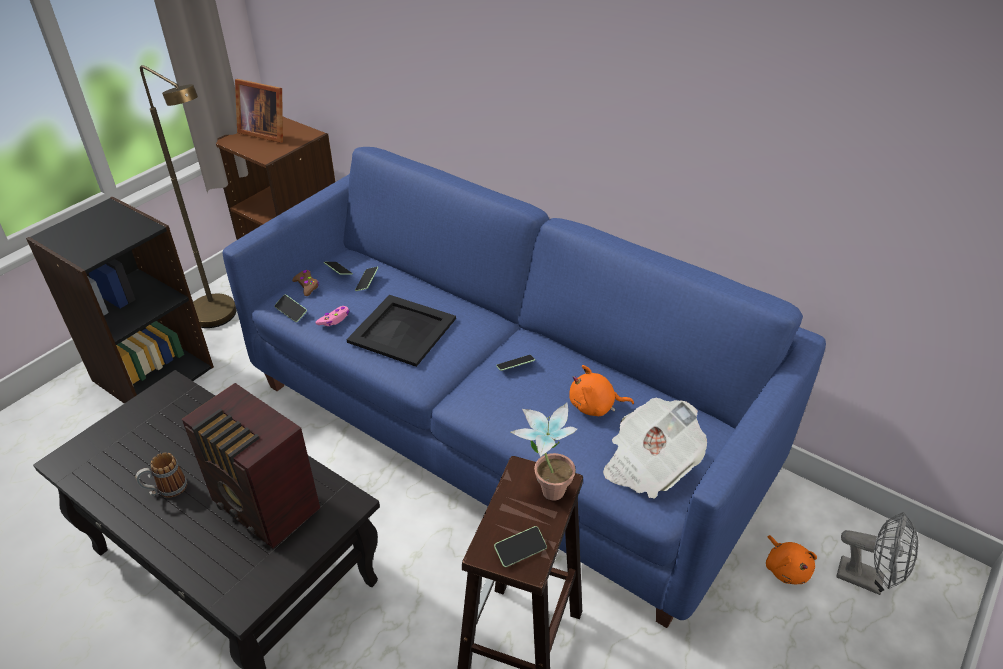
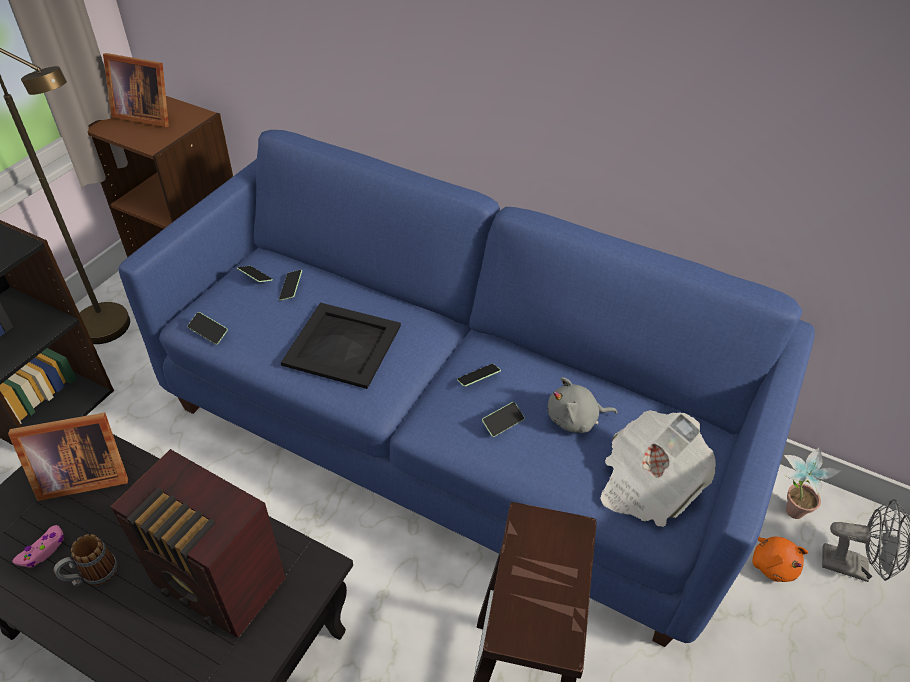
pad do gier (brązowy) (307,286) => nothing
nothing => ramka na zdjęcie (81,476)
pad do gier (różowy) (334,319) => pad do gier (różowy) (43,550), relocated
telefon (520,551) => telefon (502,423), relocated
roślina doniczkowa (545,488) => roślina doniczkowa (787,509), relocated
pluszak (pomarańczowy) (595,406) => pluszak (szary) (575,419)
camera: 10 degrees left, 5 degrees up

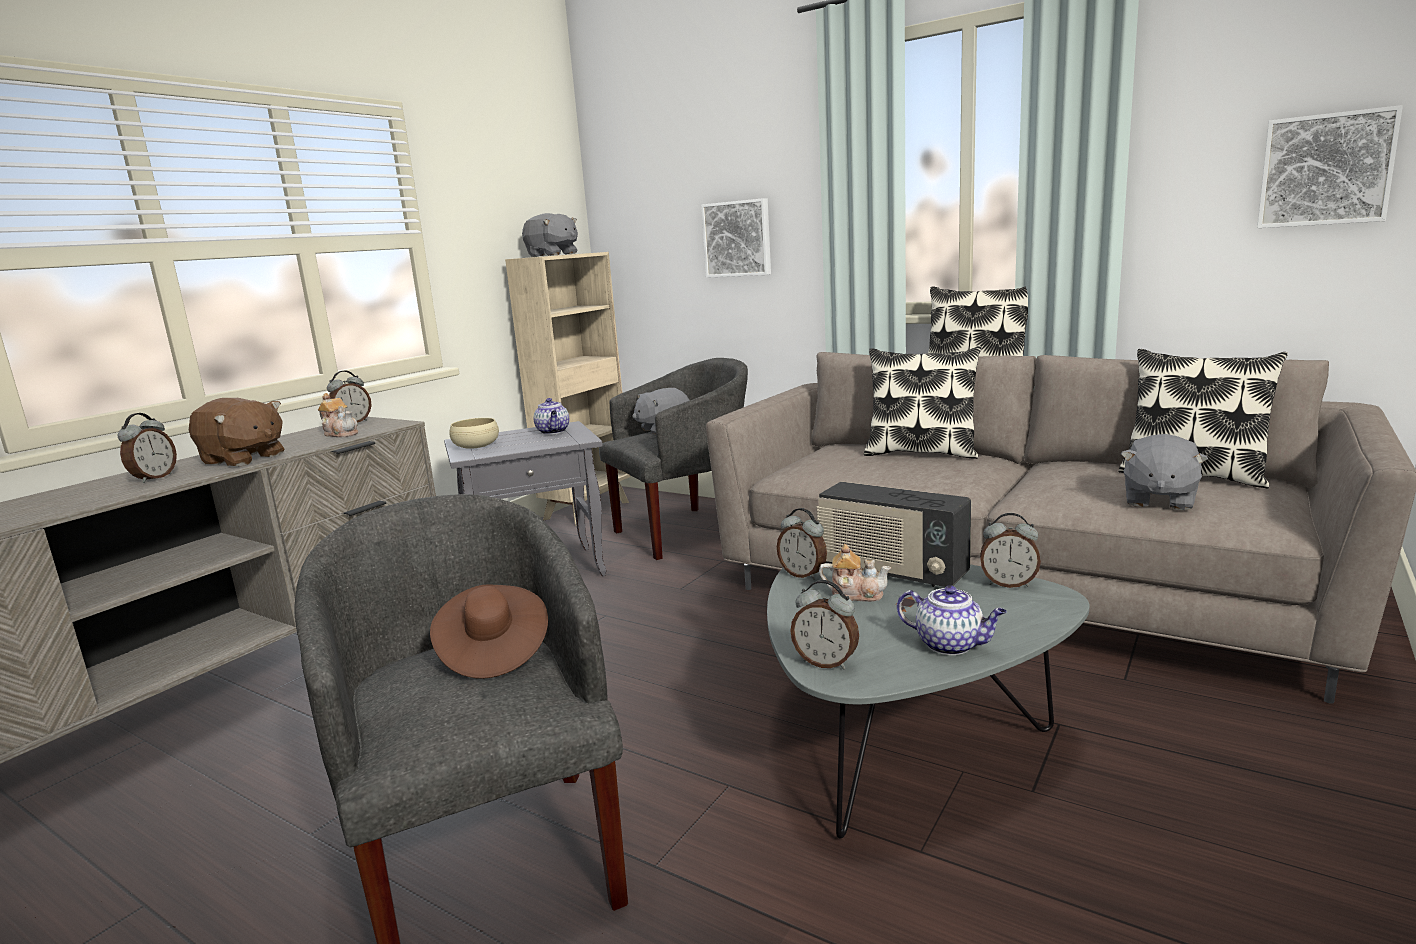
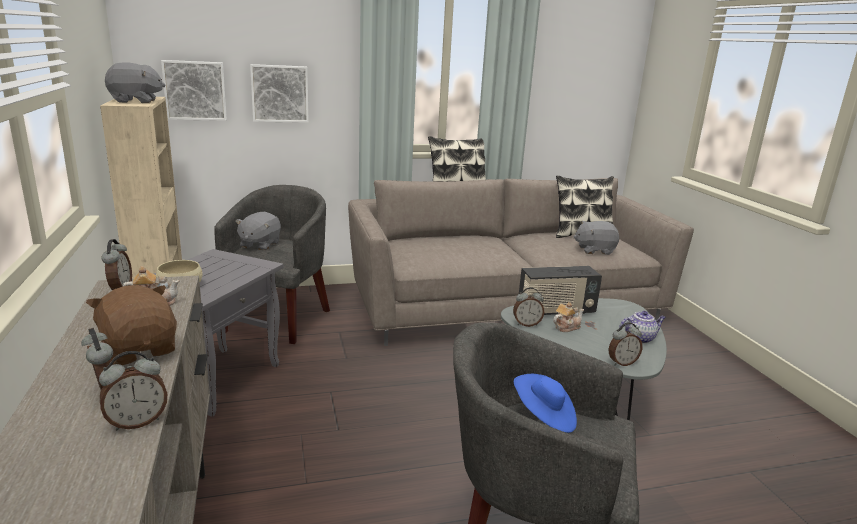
imbryk (553,432) => nothing
poduszka (921,452) => nothing
budzik (1008,584) => budzik (137,422), relocated
obraz (1325,170) => obraz (195,90), relocated
kapelusz (brązowy) (492,653) => kapelusz (niebieski) (544,417)
pluszak (brązowy) (243,459) => pluszak (brązowy) (140,349), 105 degrees counterclockwise
pluszak (szary) (1158,500) => pluszak (szary) (594,250), 105 degrees clockwise
camera: 50 degrees left, 5 degrees up

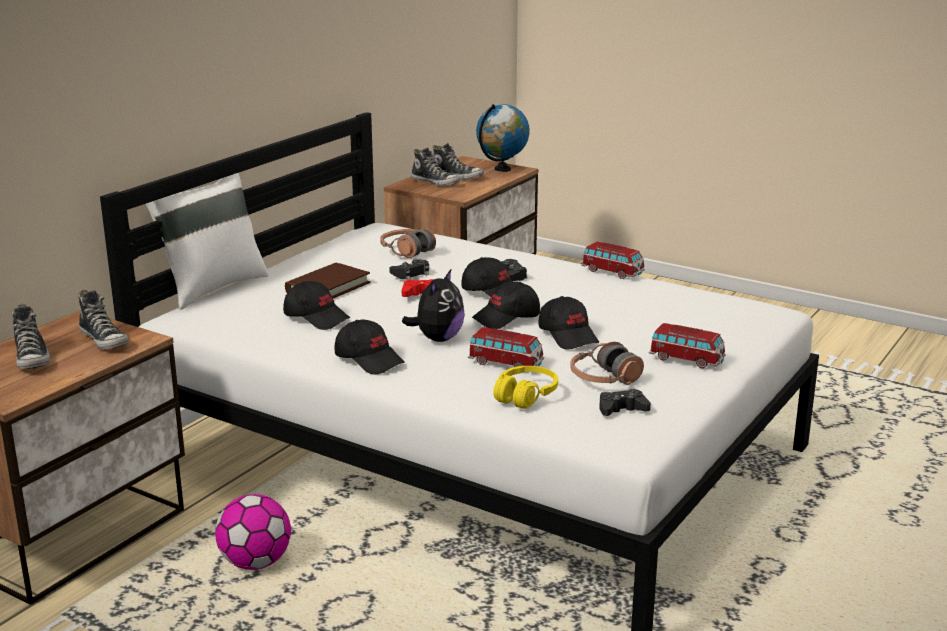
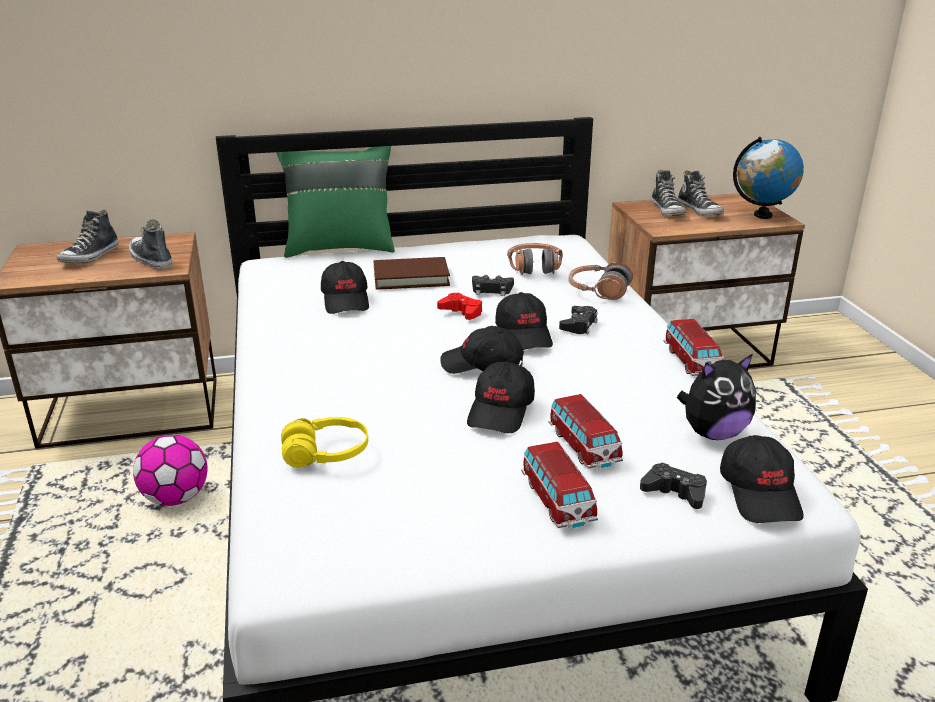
czapka z daszkiem (czarny) (369,360) => czapka z daszkiem (czarny) (761,494), relocated
pluszak (438,338) => pluszak (713,433), relocated
samochodzik (505,363) => samochodzik (583,447), relocated
słuchawki (604,379) => słuchawki (598,291), relocated
pad do gier (czarny) (622,409) => pad do gier (czarny) (675,492), relocated
poduszka (biały) (212,287) => poduszka (zielony) (340,248)
but (104,340) => but (151,259), 135 degrees clockwise
camera: 45 degrees right, 5 degrees up

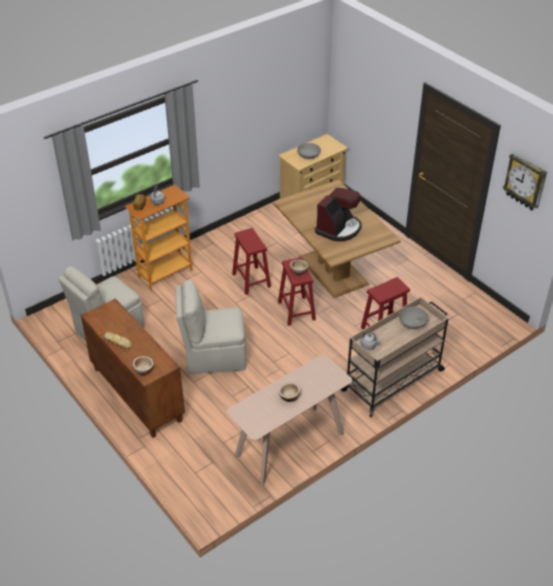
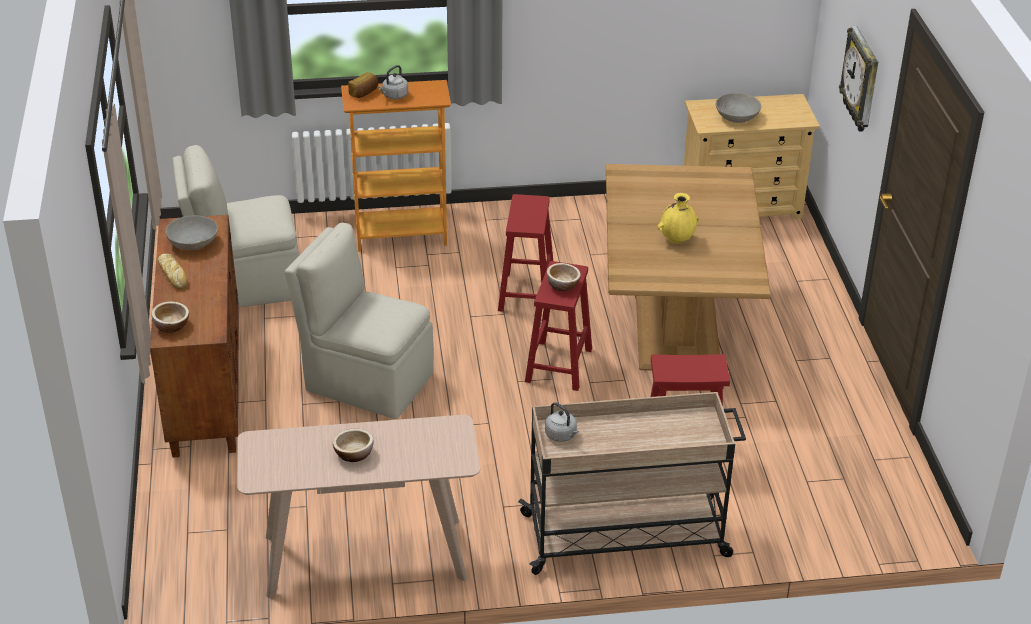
miska (szary) (412,323) => miska (szary) (193,242), relocated
zegar ścienny (525,182) => zegar ścienny (862,80), relocated
ekspres do kawy (339,228) => wazon (żółty) (677,240)
camera: 30 degrees right, 5 degrees down

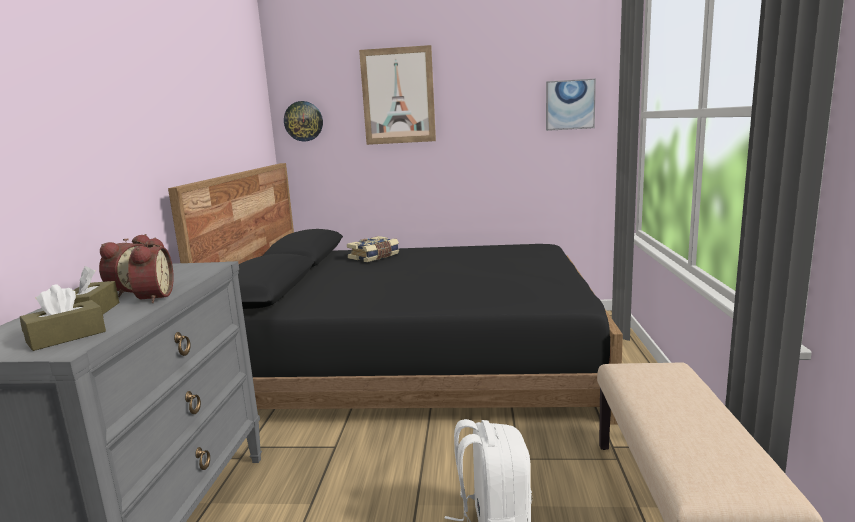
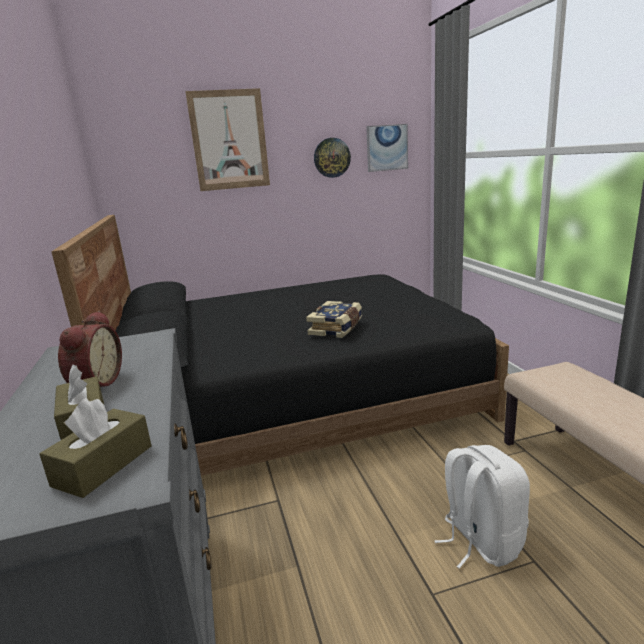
budzik (152,297) => nothing
zegar ścienny (303,121) => zegar ścienny (332,157), relocated
książka (374,257) => książka (337,328), relocated
camera: 20 degrees left, 5 degrees up

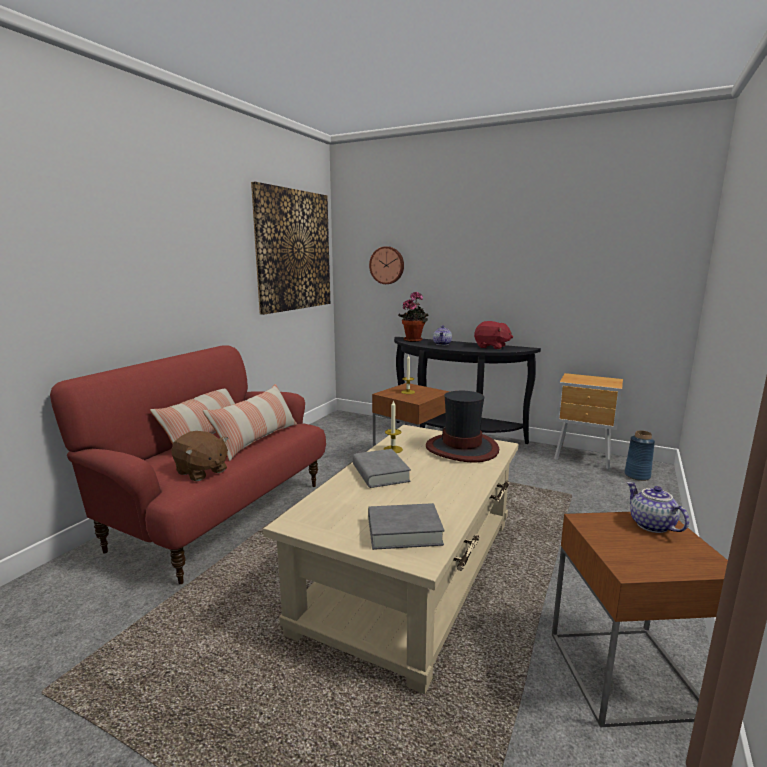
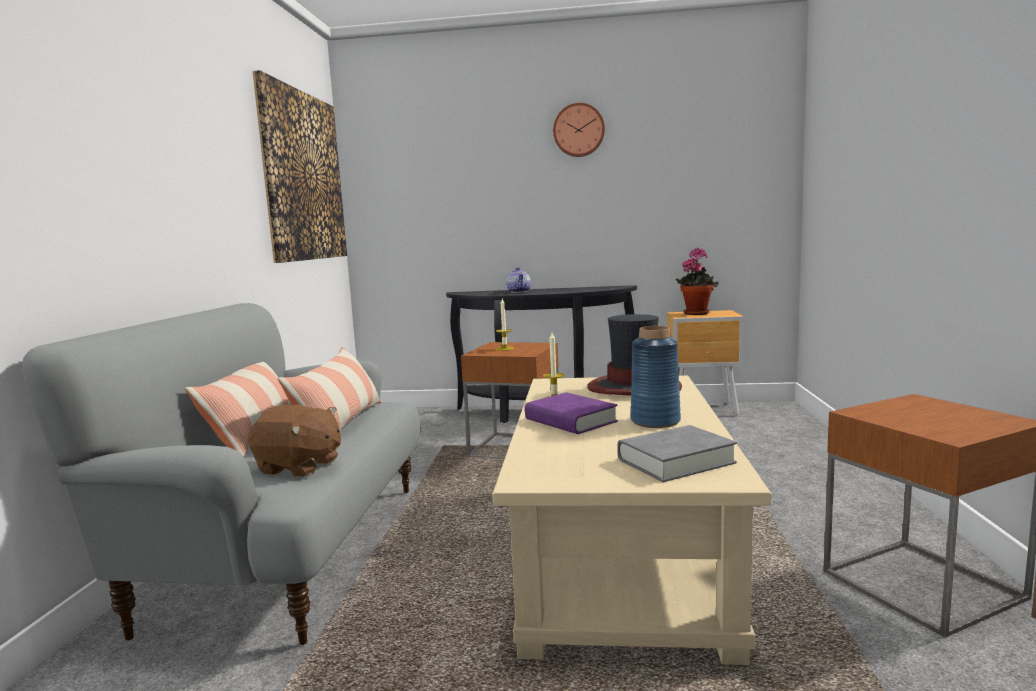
pluszak (czerwony) (491,347) => nothing
imbryk (650,525) => nothing
zegar ścienny (387,265) => zegar ścienny (578,130), relocated
roślina doniczkowa (414,340) => roślina doniczkowa (696,313), relocated
wazon (niebieski) (637,476) => wazon (niebieski) (655,421), relocated
kanapa (czerwony) (218,514) => kanapa (szary) (288,551)
książka (szary) (380,473) => książka (fioletowy) (570,421)
camera: 20 degrees left, 5 degrees down

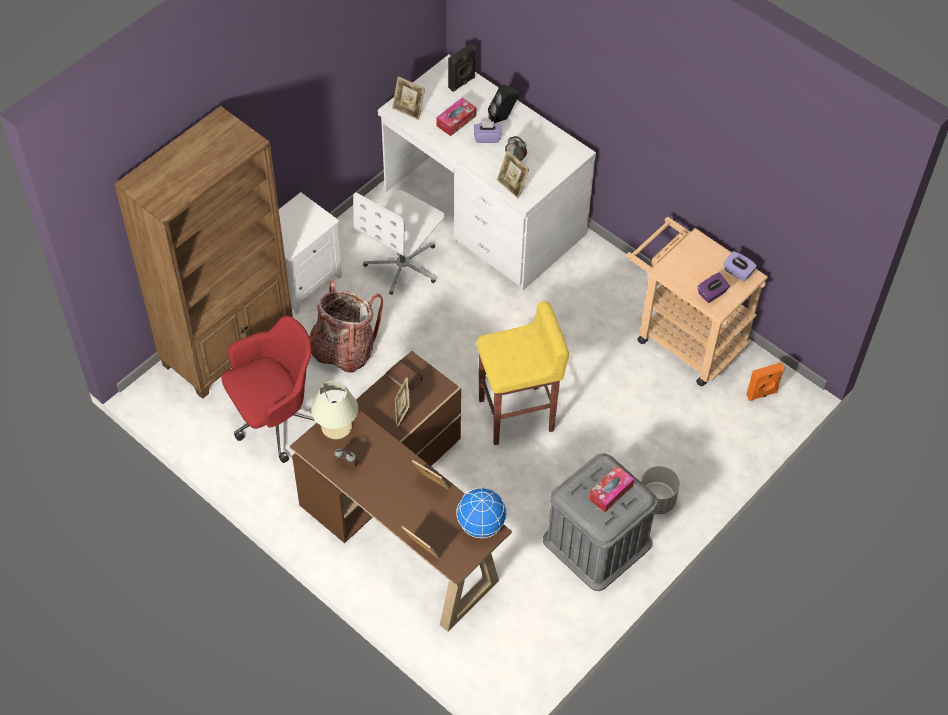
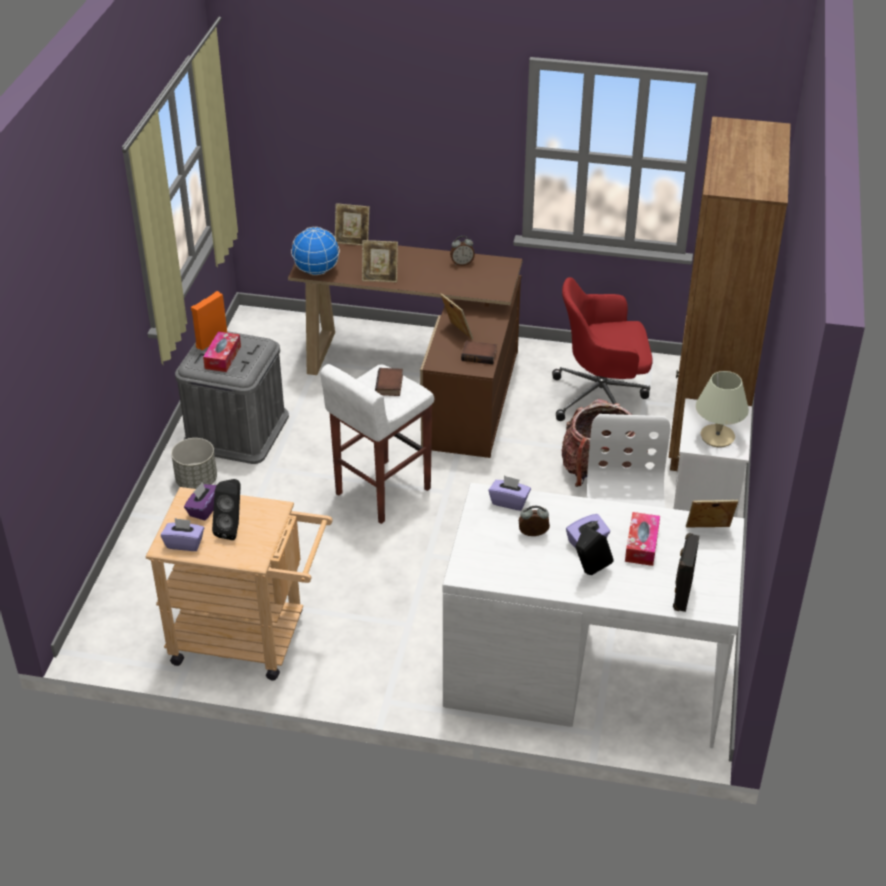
nothing => głośnik (czarny) (232,529)
nothing => książka (390,385)
lampa stołowa (beżowy) (336,427) => lampa stołowa (beżowy) (717,436), relocated
głośnik (pomarańczowy) (762,394) => głośnik (pomarańczowy) (211,340), relocated
ramka na zdjęcie (512,186) => pudełko chusteczek (fioletowy) (509,501)
stołek (żółty) (517,415) => stołek (biały) (381,491)
krzesło biurowe (czerwony) (275,419) => krzesło biurowe (czerwony) (601,398), 60 degrees clockwise
camera: 150 degrees right, 15 degrees down

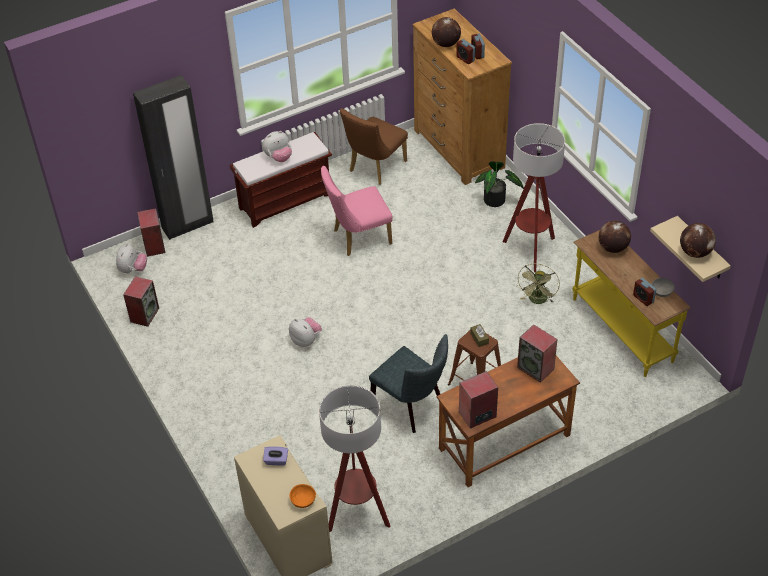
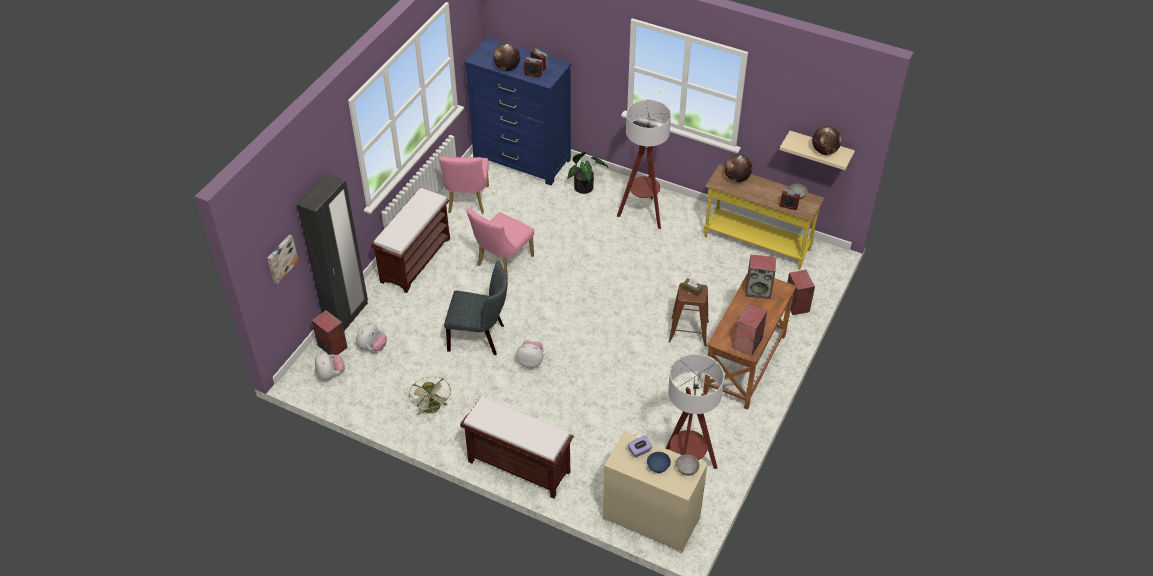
nothing => obraz (281,258)
nothing => ławka (brązowy) (518,467)
nothing => miska (niebieski) (658,466)
głośnik (144,314) => głośnik (796,304), relocated
pluszak (278,157) => pluszak (372,347), relocated
krzesło (szary) (411,406) => krzesło (szary) (480,337), relocated
wentylator (zielony) (537,301) => wentylator (zielony) (433,409), relocated
miska (pomarańczowy) (302,500) => miska (szary) (686,469)
krzesło (brązowy) (374,168) => krzesło (różowy) (467,202)
komoda (brązowy) (458,149) => komoda (niebieski) (522,159)
camera: 35 degrees left, 0 degrees up

